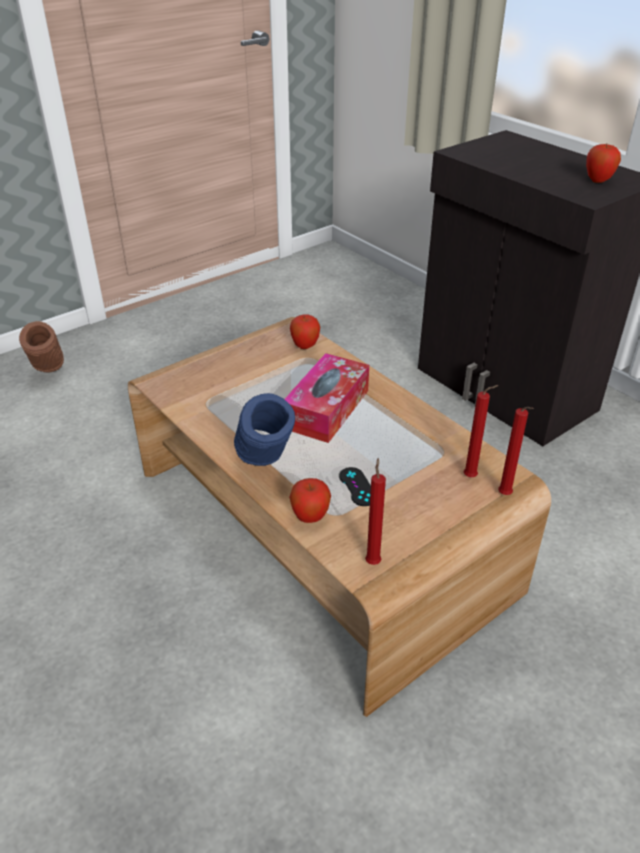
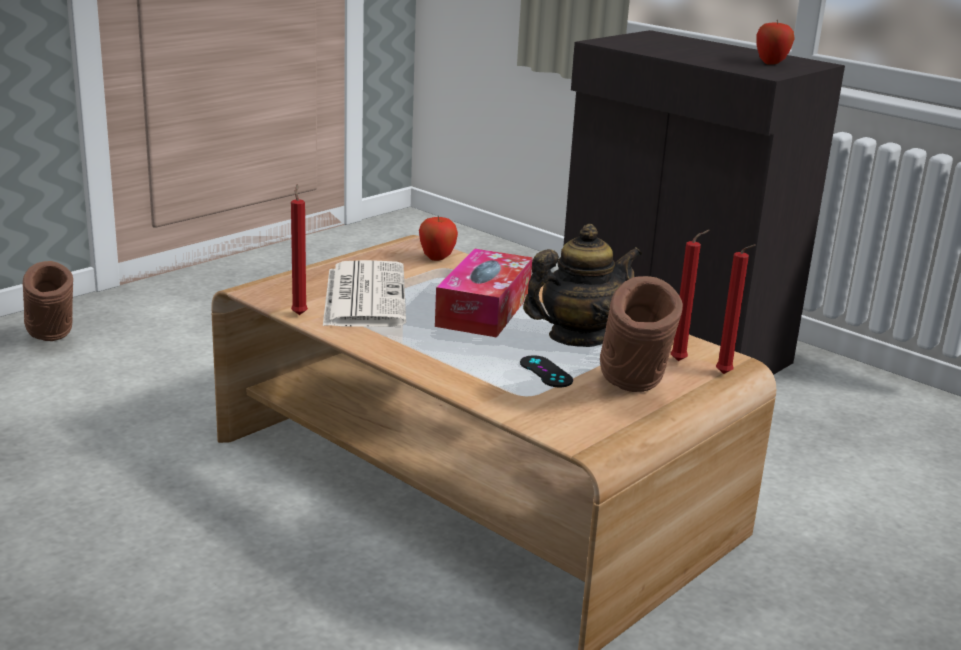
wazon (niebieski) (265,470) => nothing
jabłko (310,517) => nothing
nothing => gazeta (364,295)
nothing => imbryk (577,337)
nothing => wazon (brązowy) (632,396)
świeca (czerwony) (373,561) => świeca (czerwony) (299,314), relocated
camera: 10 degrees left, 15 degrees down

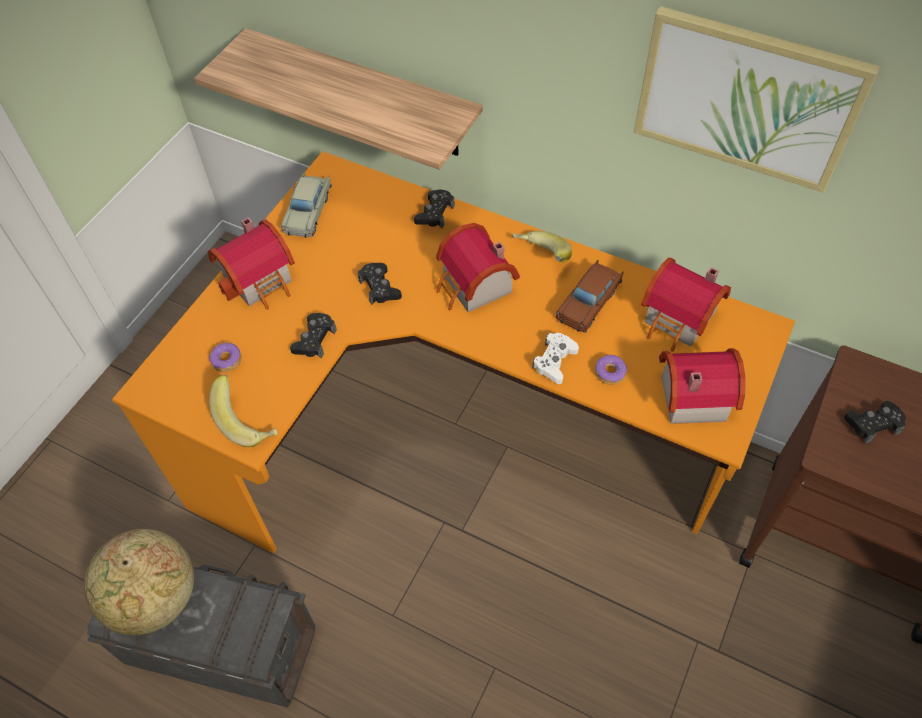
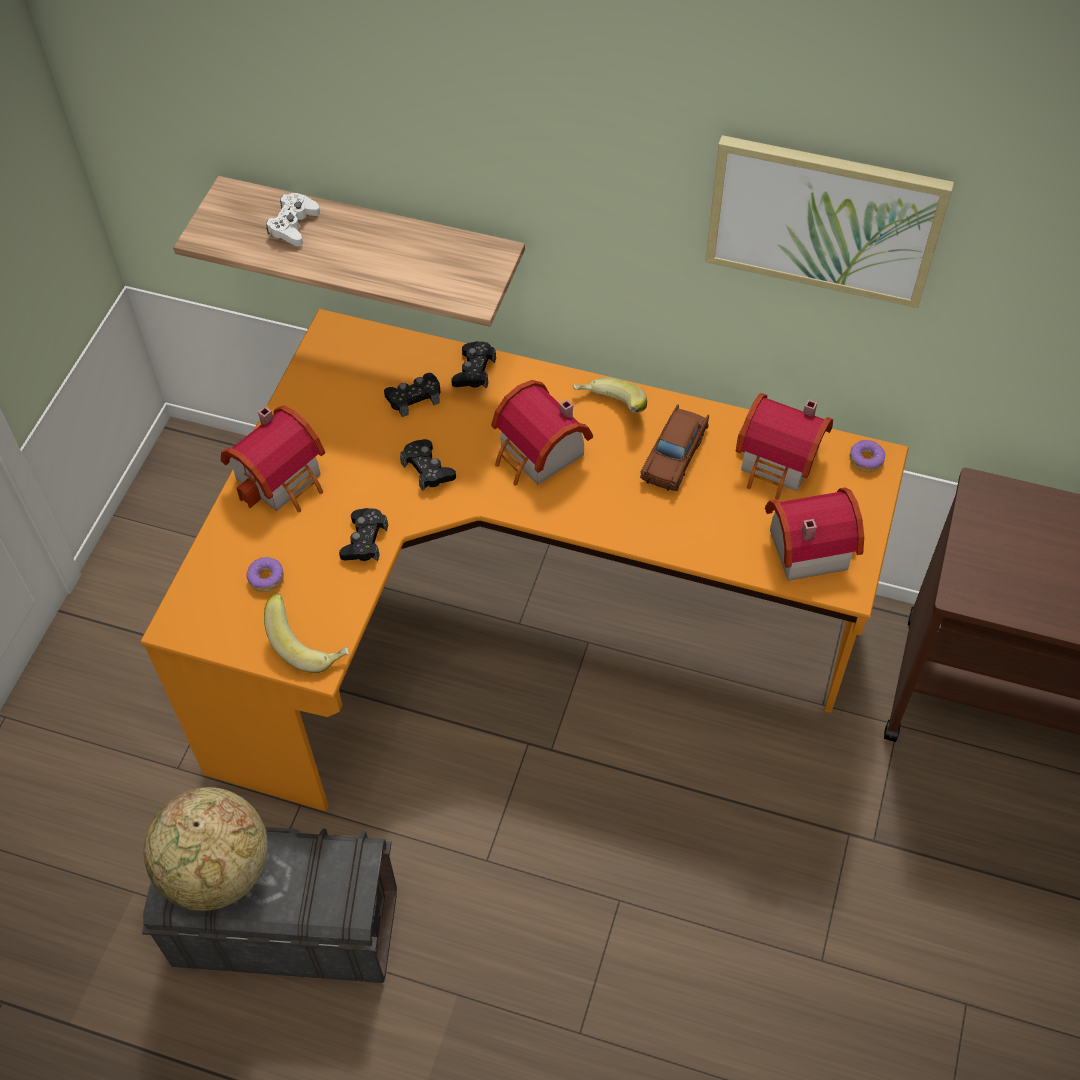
samochodzik (beżowy) (308,211) => nothing
pad do gier (biały) (554,361) => pad do gier (biały) (293,225), relocated
donut (610,372) => donut (866,460), relocated
pad do gier (czarny) (873,424) => pad do gier (czarny) (414,398), relocated
camera: 10 degrees left, 0 degrees up

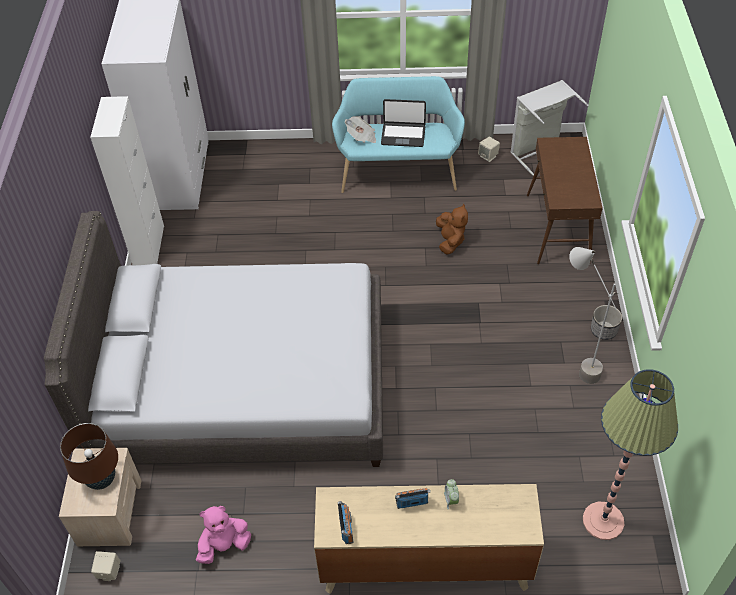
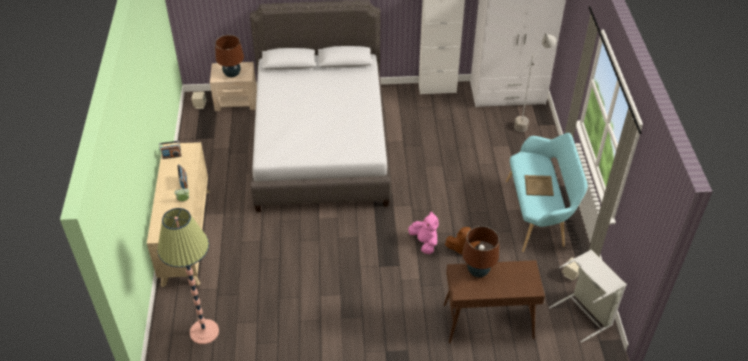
gazeta (361,137) => nothing
donica (603,330) => nothing
nothing => lampa stołowa (brązowy) (478,271)
pluszak (różowy) (224,545) => pluszak (różowy) (424,242), relocated
lampa stojąca (szary) (575,364) => lampa stojąca (szary) (527,121), relocated
laptop (403,135) => taca (beżowy) (539,186)
camera: 85 degrees right, 5 degrees down

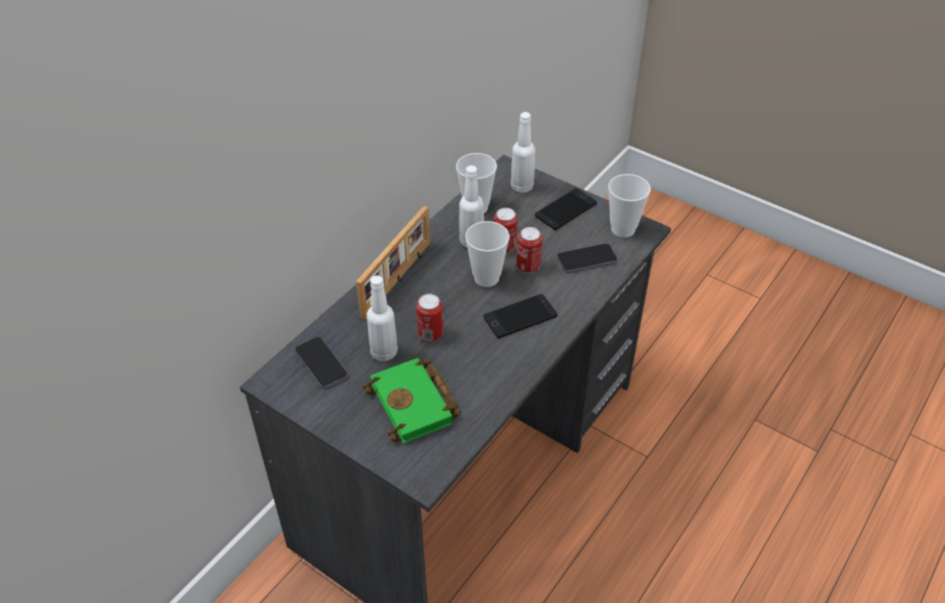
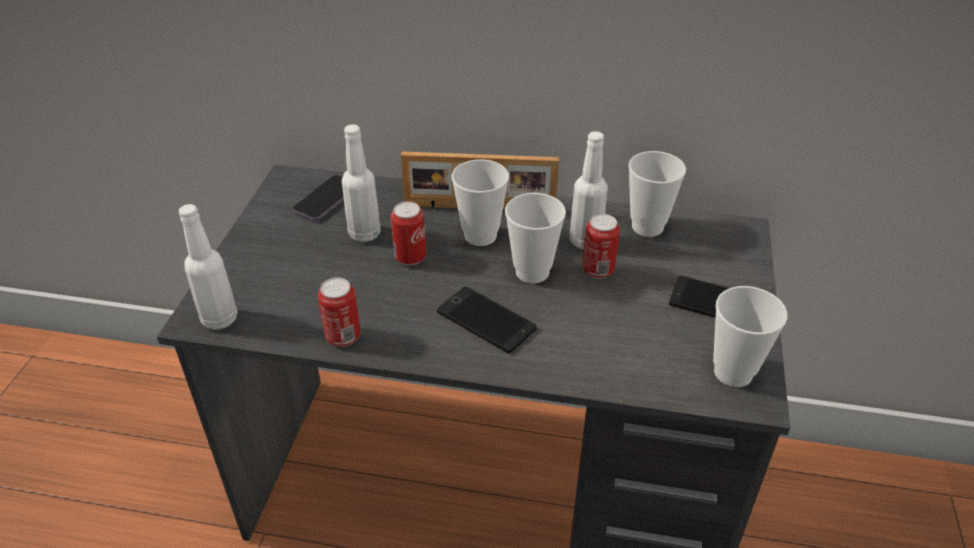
książka (zielony) (416,405) => nothing
telefon (586,259) => nothing
nothing => filiżanka (480,236)
butelka (biały) (522,187) => butelka (biały) (219,319), relocated
puszka (528,267) => puszka (343,337), relocated
camera: 65 degrees right, 5 degrees down

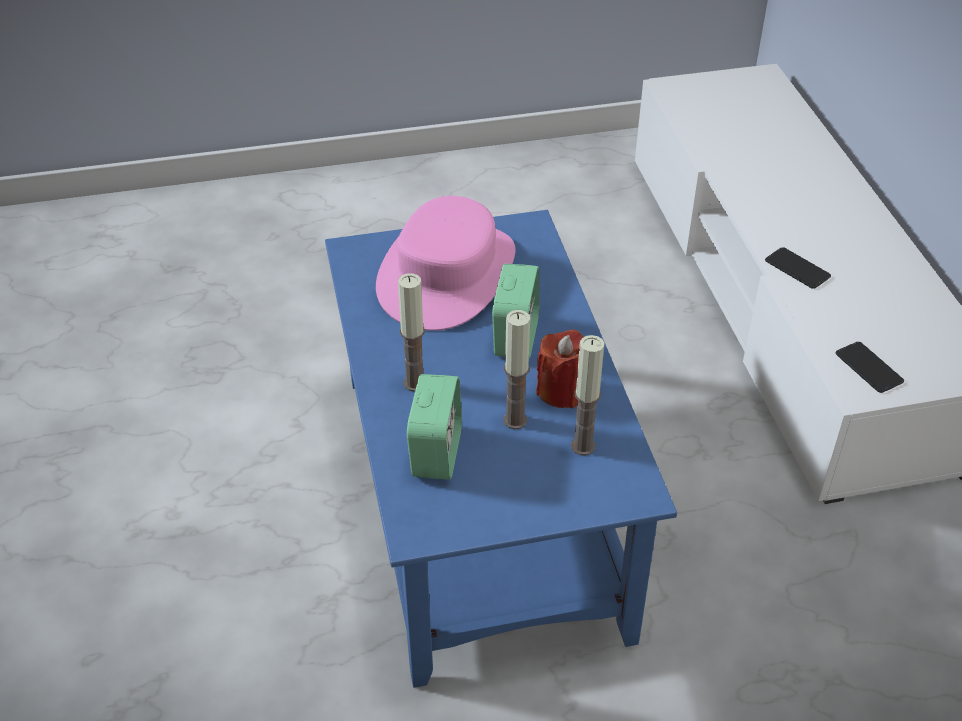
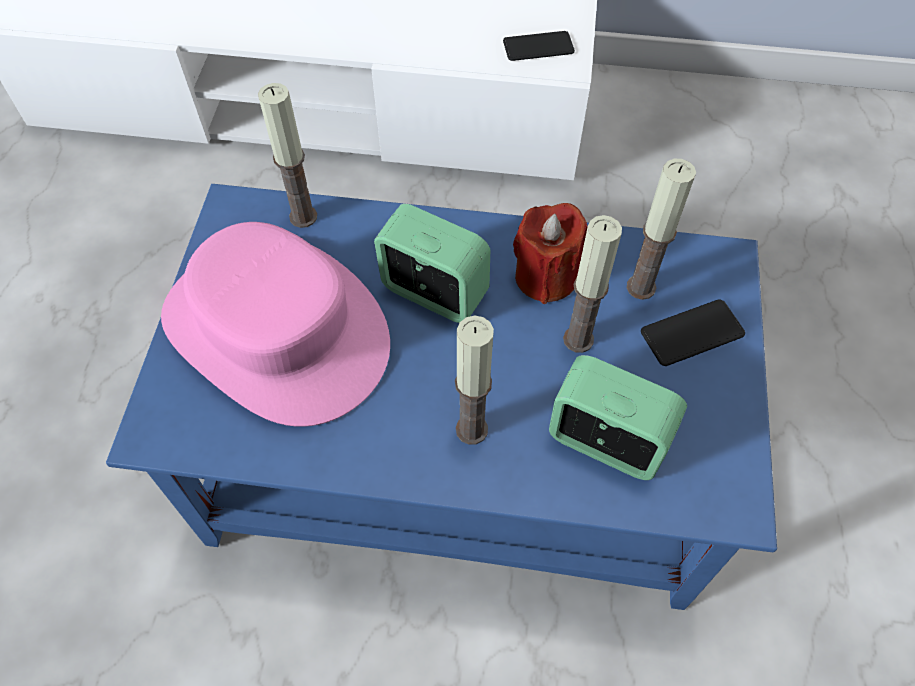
nothing => świeca (303,217)
telefon (797,269) => telefon (692,333), relocated
camera: 70 degrees left, 15 degrees up

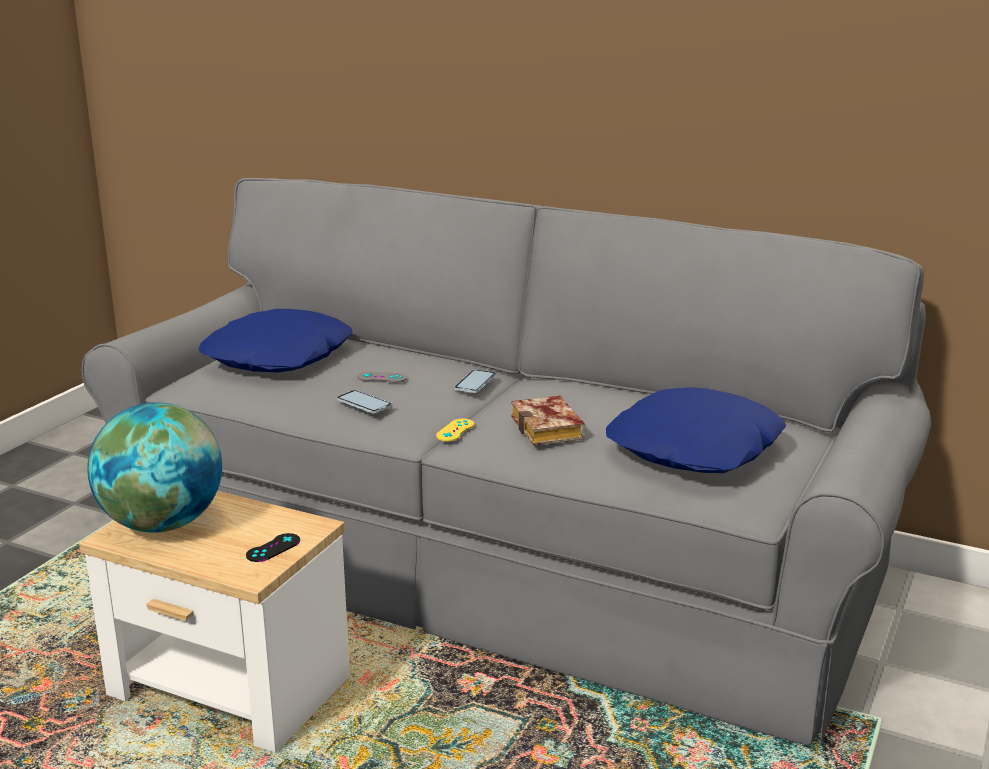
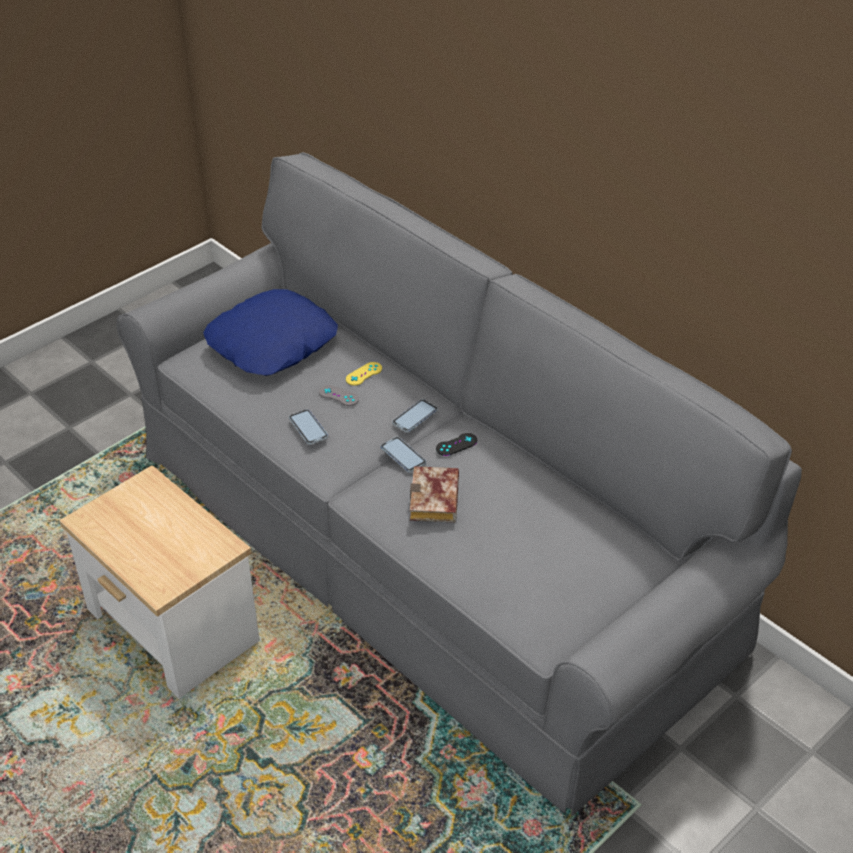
globus (163,524) => nothing
poduszka (niebieski) (696,448) => nothing
nothing => telefon (403,455)
pad do gier (czarny) (273,548) => pad do gier (czarny) (456,444), relocated
pad do gier (żółty) (455,430) => pad do gier (żółty) (364,374), relocated
camera: 20 degrees right, 20 degrees up

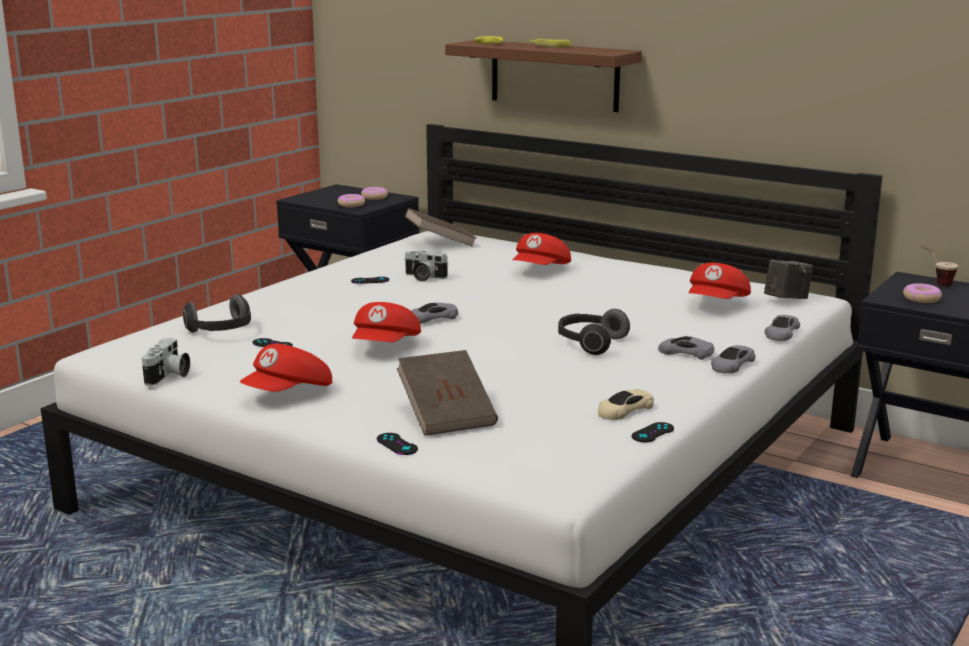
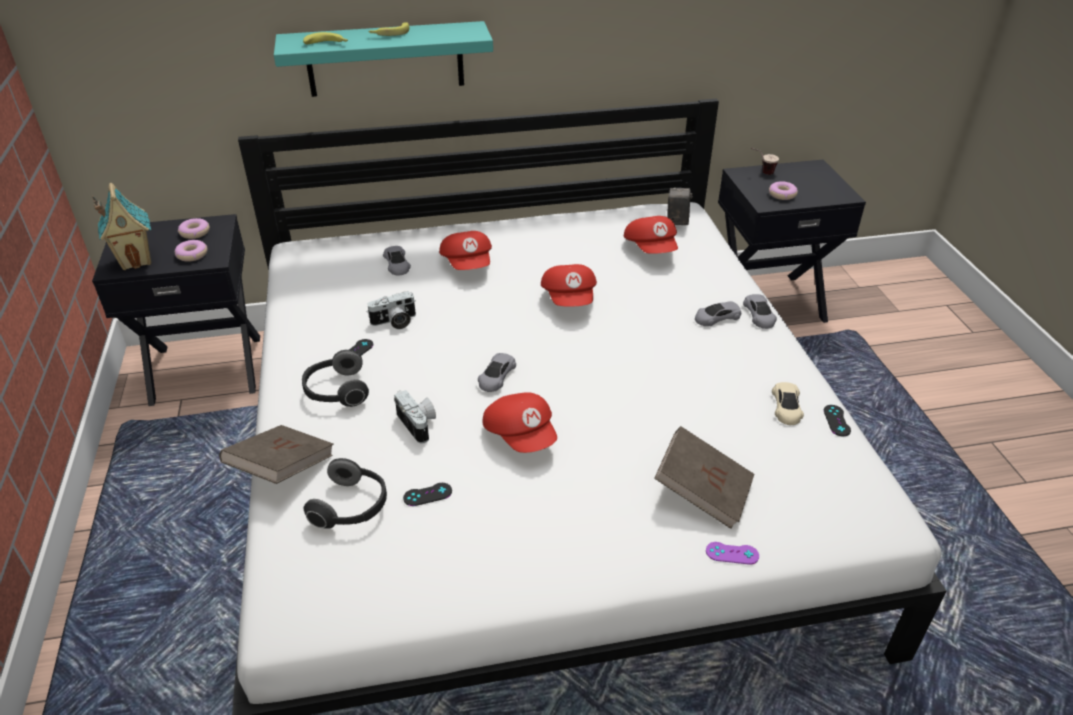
nothing => domek (136,260)
aparat fotograficzny (168,376) => aparat fotograficzny (419,424), relocated
czapka z daszkiem (czerwony) (289,394) => czapka z daszkiem (czerwony) (570,299), relocated
książka (brązowy) (440,243) => książka (brązowy) (282,469), relocated
słuchawki (589,343) => słuchawki (336,391), relocated
samochodzik (szary) (781,332) => samochodzik (szary) (397,264), relocated
pad do gier (czarny) (397,444) => pad do gier (fioletowy) (732,553)
półka (brązowy) (554,75) => półka (turkusowy) (385,59)
camera: 45 degrees left, 20 degrees up

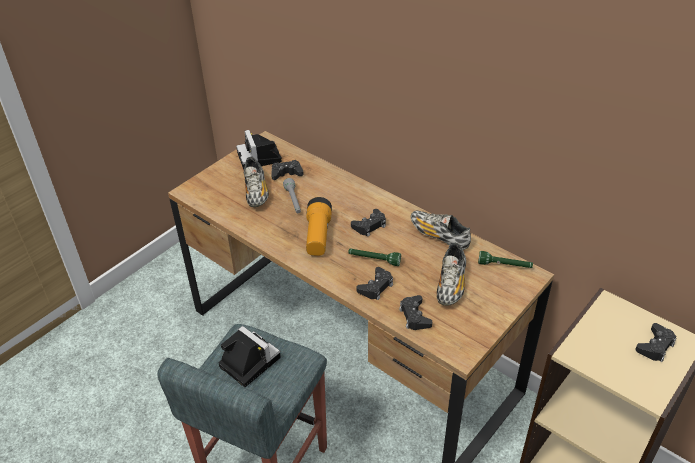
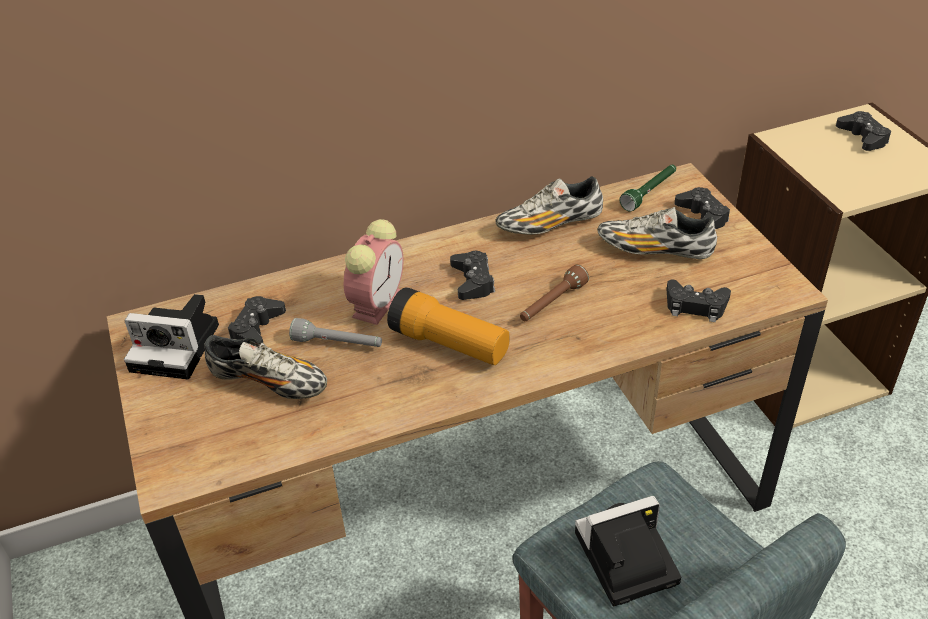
nothing => budzik (377,302)
pad do gier (czarny) (376,287) => pad do gier (czarny) (702,215), relocated
latarka (zielony) (374,260) => latarka (brązowy) (552,303)
but (451,284) => but (654,250), 150 degrees clockwise
camera: 60 degrees left, 0 degrees up

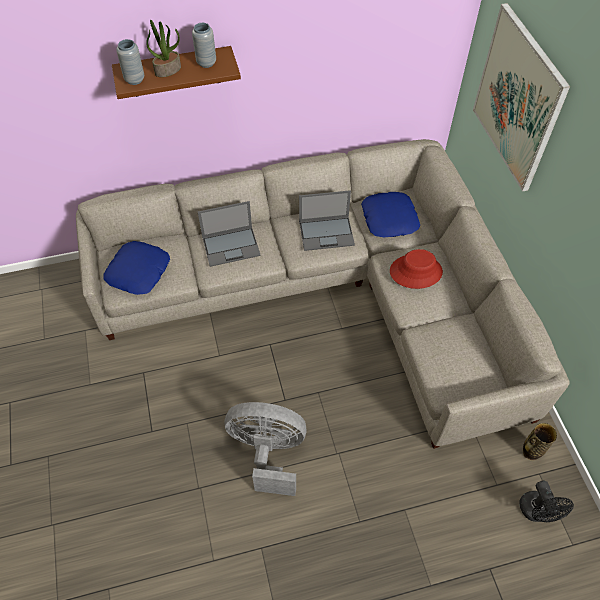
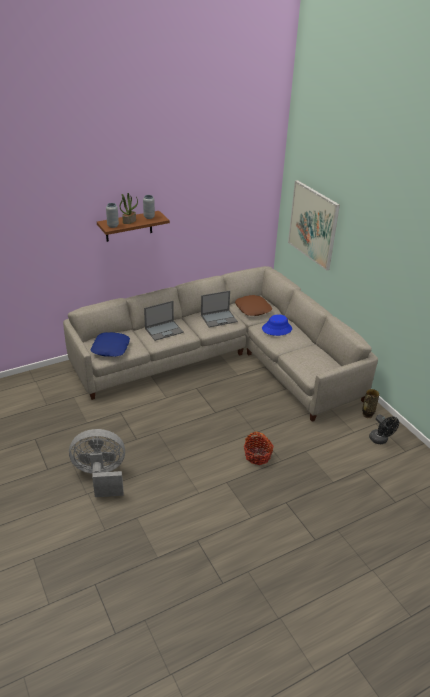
nothing => koszyk (257,456)
wentylator (szary) (268,452) => wentylator (szary) (101,476), relocated
poduszka (niebieski) (390,219) => poduszka (brązowy) (253,309)
kapelusz (czerwony) (415,271) => kapelusz (niebieski) (276,329)
camera: 15 degrees left, 20 degrees down

